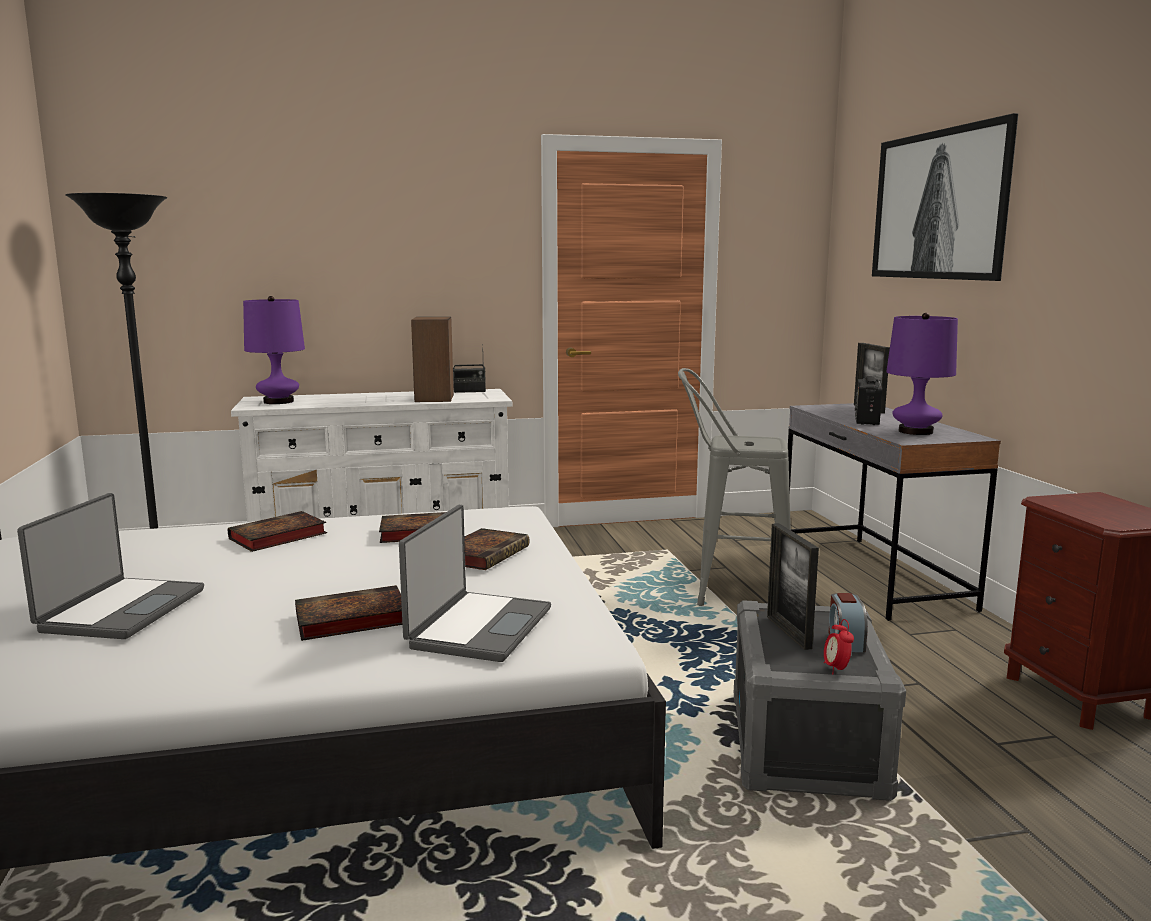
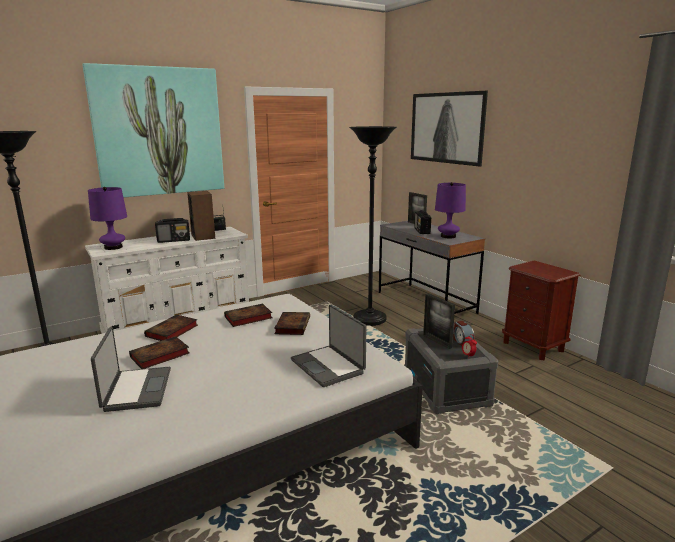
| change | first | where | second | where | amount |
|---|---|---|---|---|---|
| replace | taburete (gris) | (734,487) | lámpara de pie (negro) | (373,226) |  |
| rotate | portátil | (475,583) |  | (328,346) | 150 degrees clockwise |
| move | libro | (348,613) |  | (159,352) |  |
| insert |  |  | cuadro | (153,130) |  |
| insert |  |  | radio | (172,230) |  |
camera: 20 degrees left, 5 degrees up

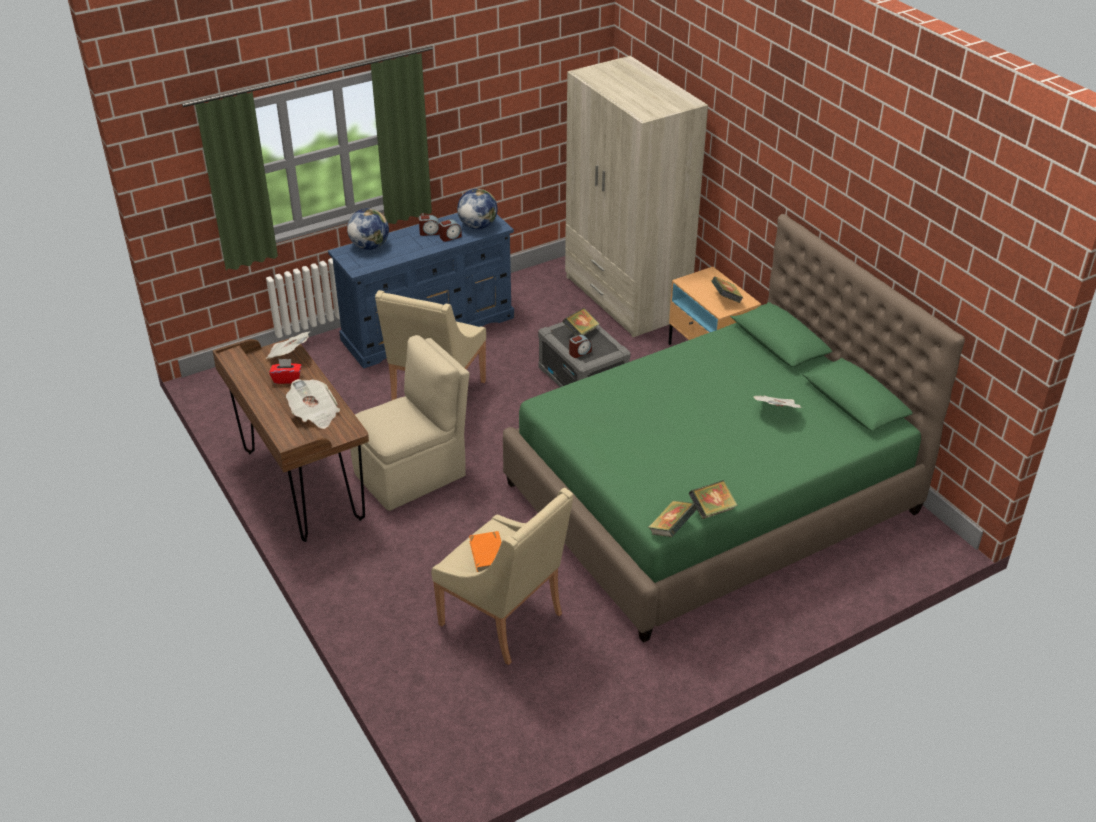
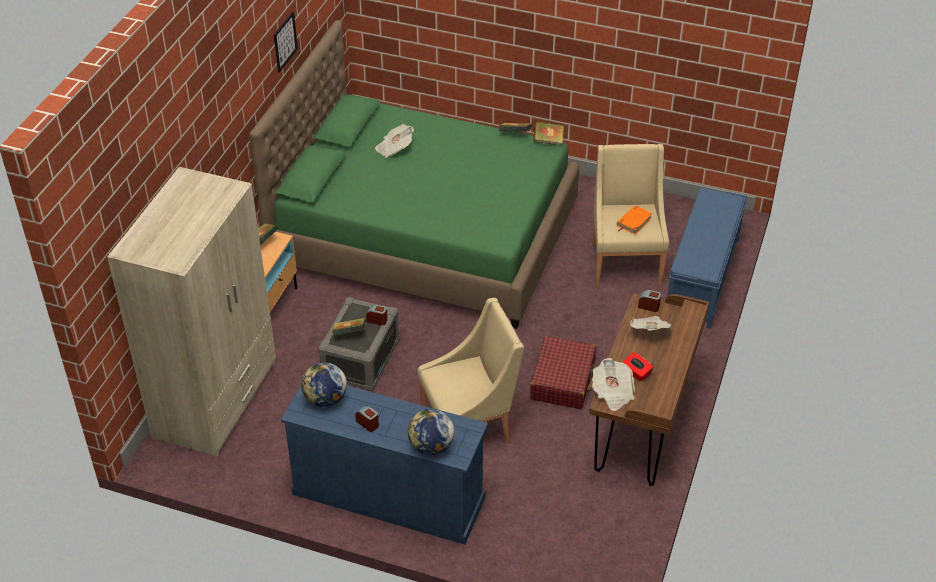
| change | first | where | second | where | amount |
|---|---|---|---|---|---|
| move | despertador | (450,230) |  | (649,301) |  |
| replace | silla (beis) | (410,423) | maleta (rojo) | (563,372) |  |
| insert |  |  | cuadro | (286,42) |  |
| insert |  |  | banco (azul) | (707,258) |  |
camera: 130 degrees left, 5 degrees up

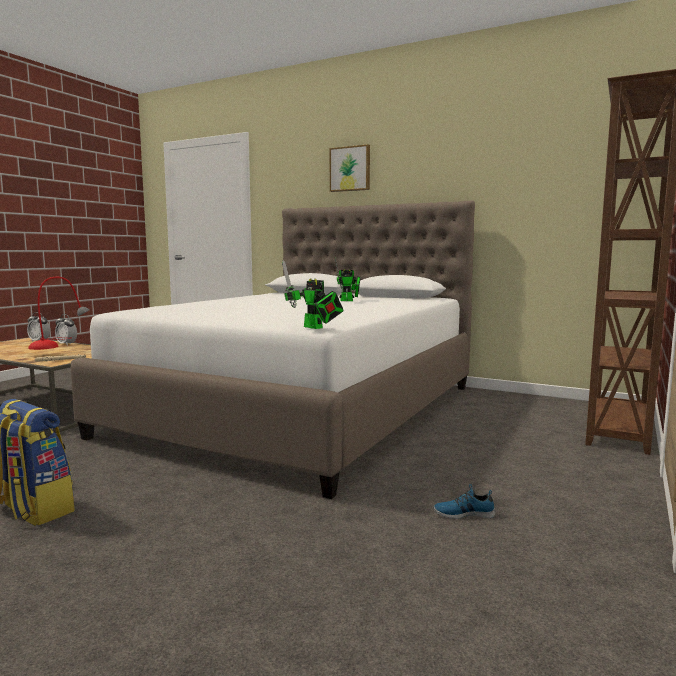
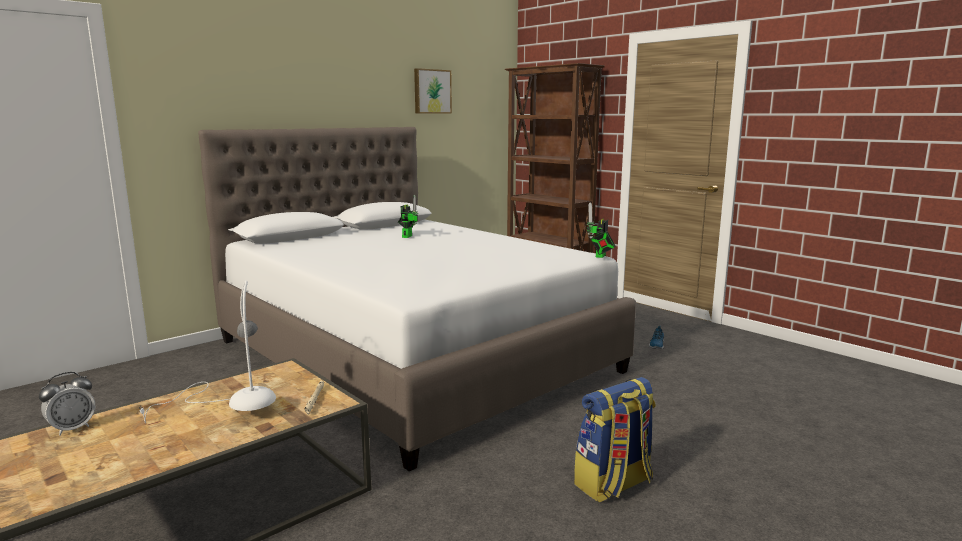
| change | first | where | second | where | amount |
|---|---|---|---|---|---|
| move | cuadro | (350,168) |  | (433,91) |  |
| rotate | robot de juguete | (313,294) |  | (600,230) | 135 degrees clockwise |
| recolor | lámpara de mesa (rojo) | (58,313) | lámpara de mesa (blanco) | (207,352) |  |
| delete | despertador | (66,330) |  |  |  |
camera: 70 degrees left, 5 degrees up

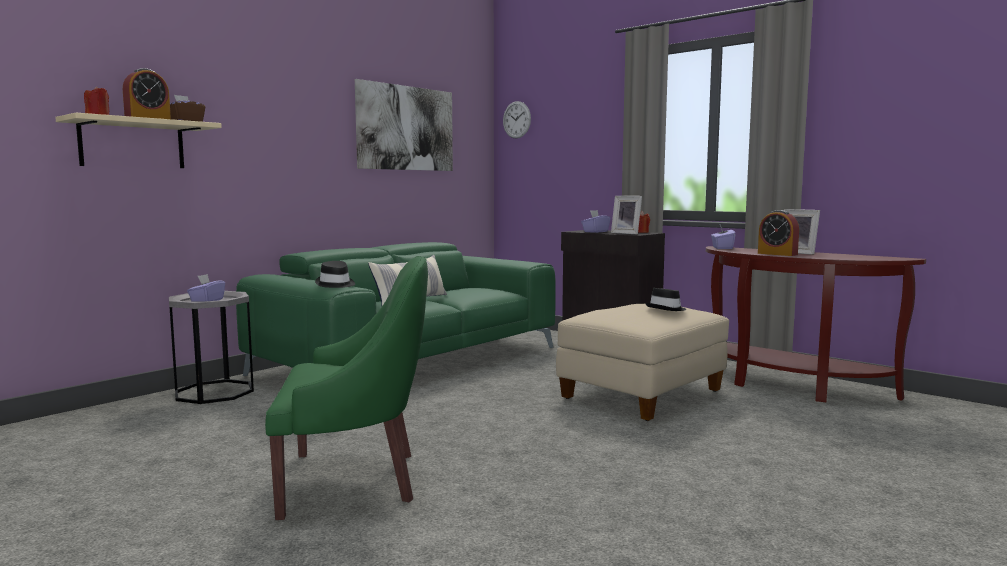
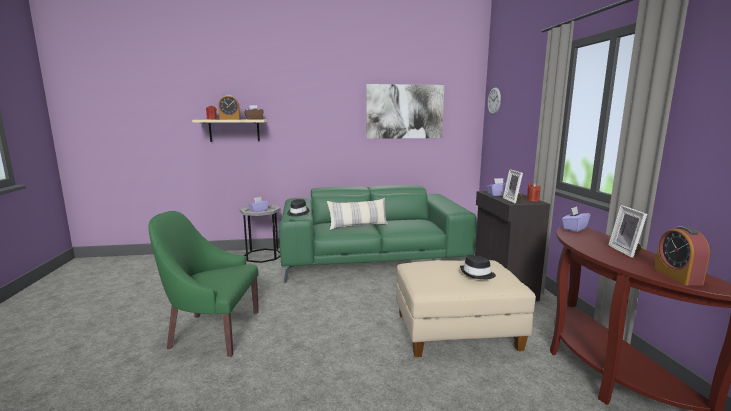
| change | first | where | second | where | amount |
|---|---|---|---|---|---|
| move | despertador | (778,233) |  | (682,256) |  |
| rotate | sillón (verde) | (346,388) |  | (203,284) | 150 degrees clockwise |
camera: 40 degrees right, 5 degrees up

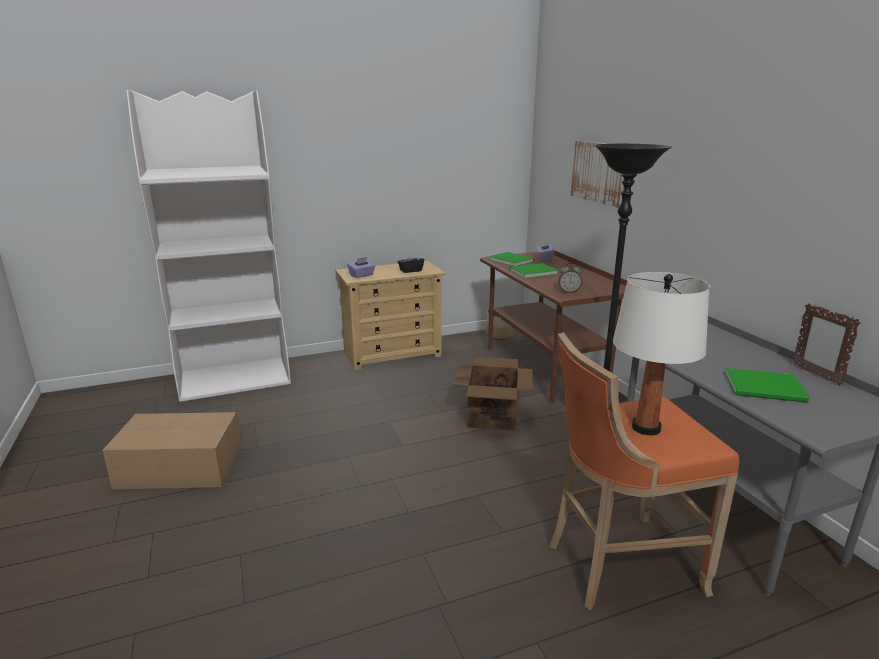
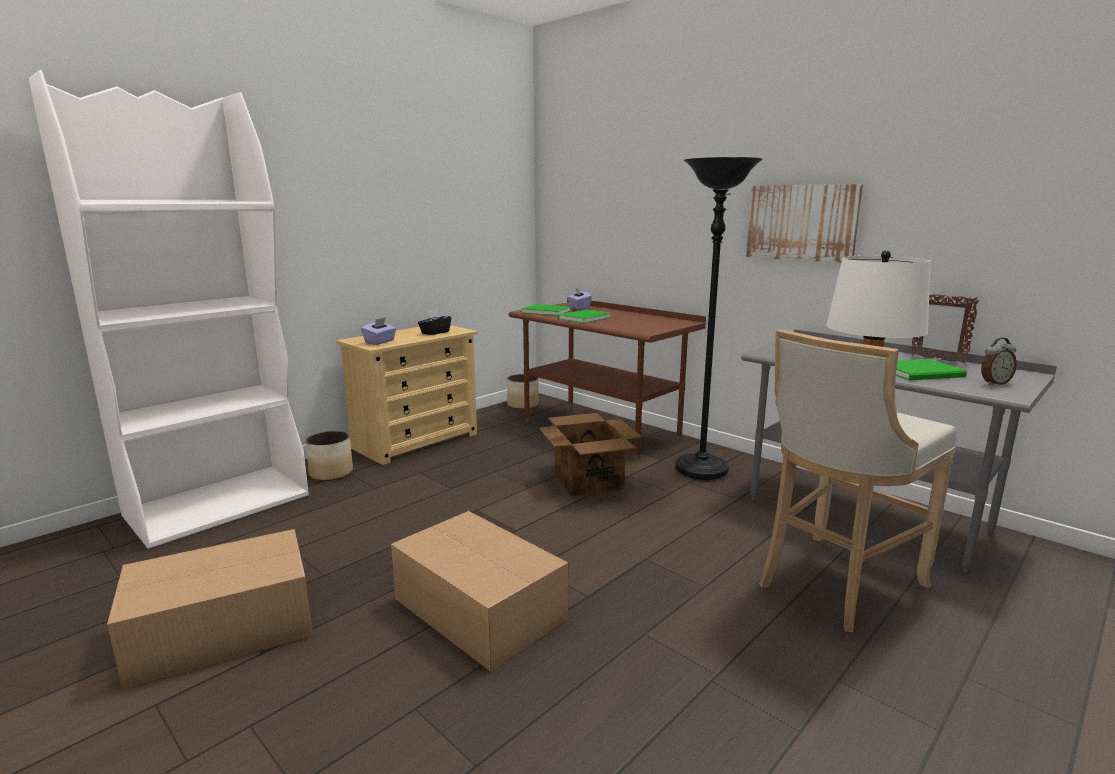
| change | first | where | second | where | amount |
|---|---|---|---|---|---|
| move | cuadro | (597,174) |  | (804,223) |  |
| move | despertador | (570,278) |  | (999,361) |  |
| recolor | taburete (naranja) | (644,471) | taburete (beis) | (857,480) |  |
| insert |  |  | maceta | (329,456) |  |
| insert |  |  | caja de cartón | (479,591) |  |
camera: 25 degrees left, 5 degrees down

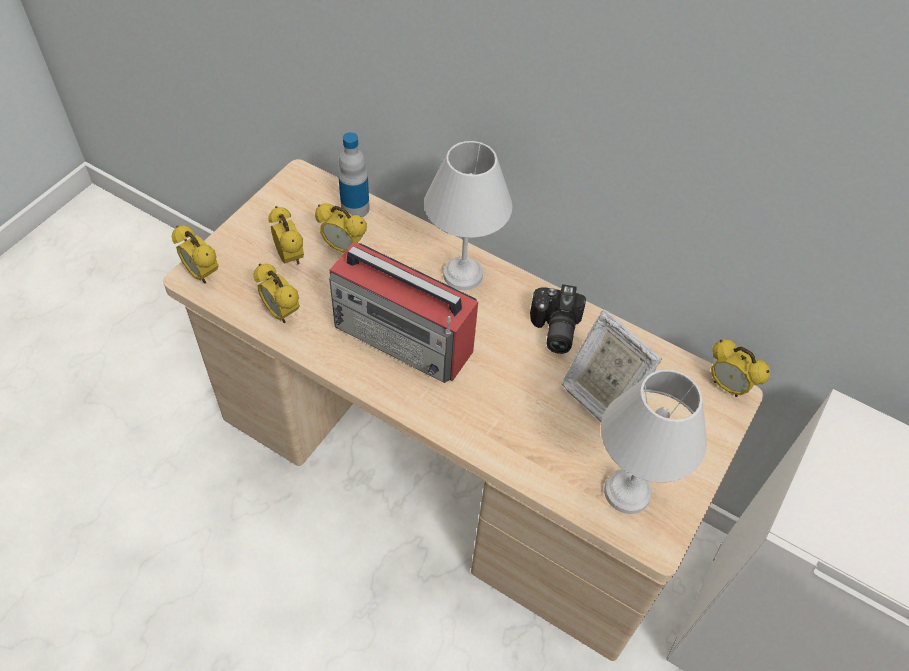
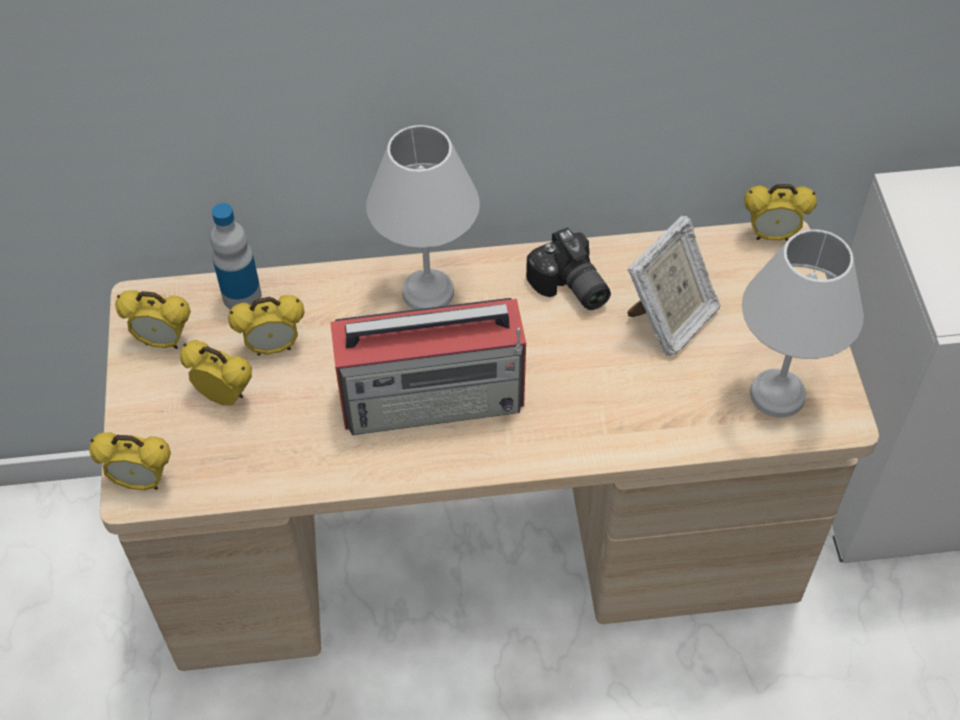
| change | first | where | second | where | amount |
|---|---|---|---|---|---|
| move | despertador | (277,293) |  | (153,319) |  |
| rotate | portarretratos | (612,365) |  | (674,285) | 60 degrees counterclockwise |
camera: 35 degrees left, 0 degrees up

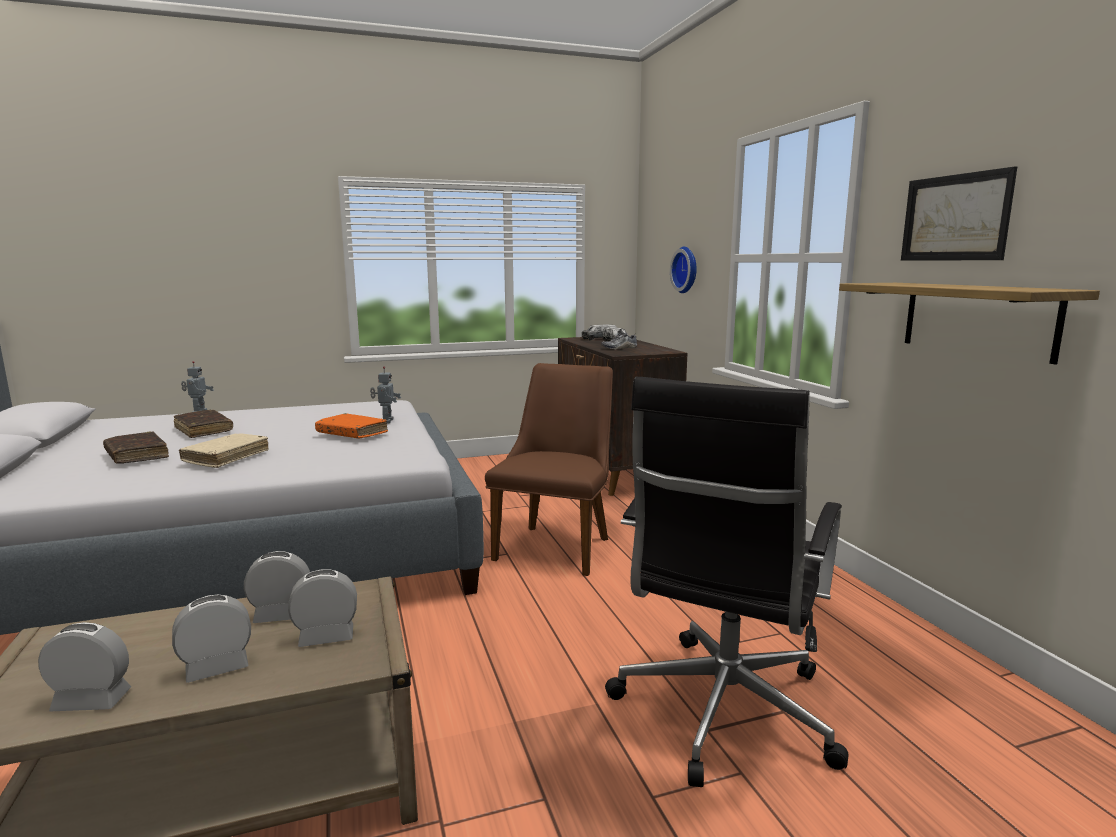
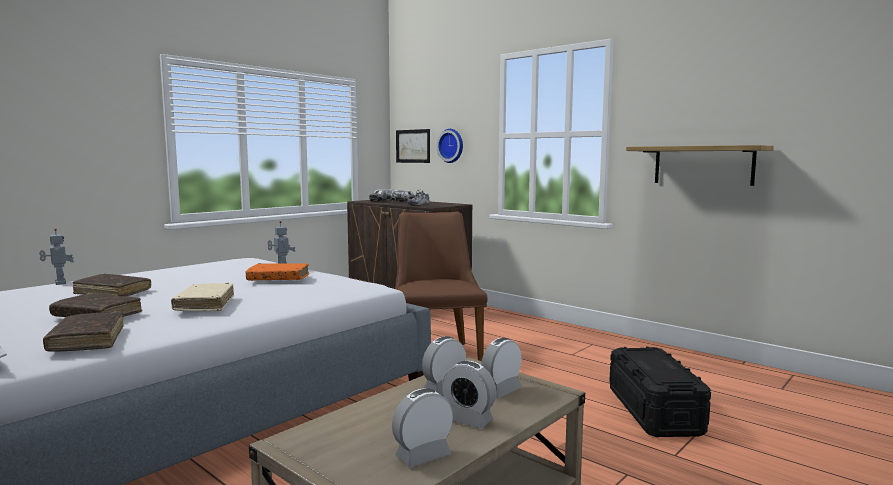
| change | first | where | second | where | amount |
|---|---|---|---|---|---|
| move | cuadro | (959,213) |  | (413,146) |  |
| replace | silla de oficina (negro) | (726,581) | caja de almacenaje (negro) | (660,391) |  |
| rotate | despertador | (211,639) |  | (469,394) | 90 degrees counterclockwise |
| insert |  |  | libro (marrón) | (83,331) |  |
camera: 30 degrees left, 5 degrees down

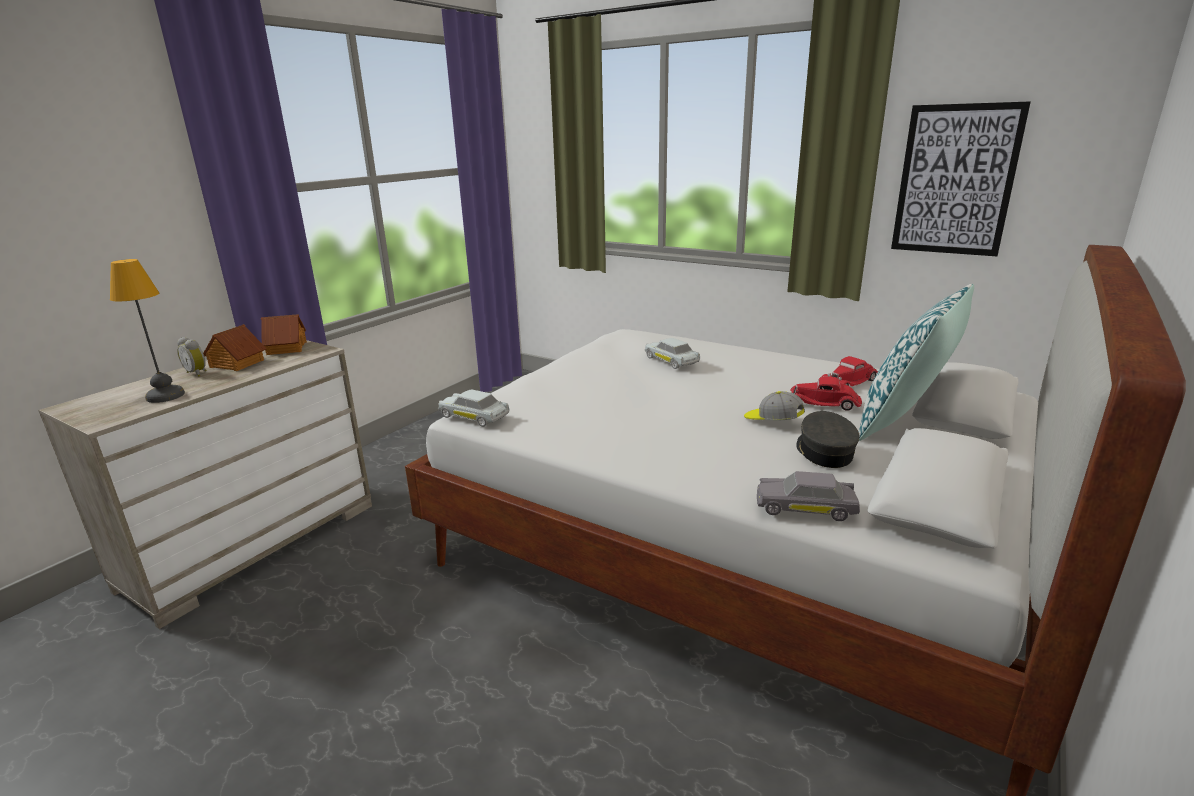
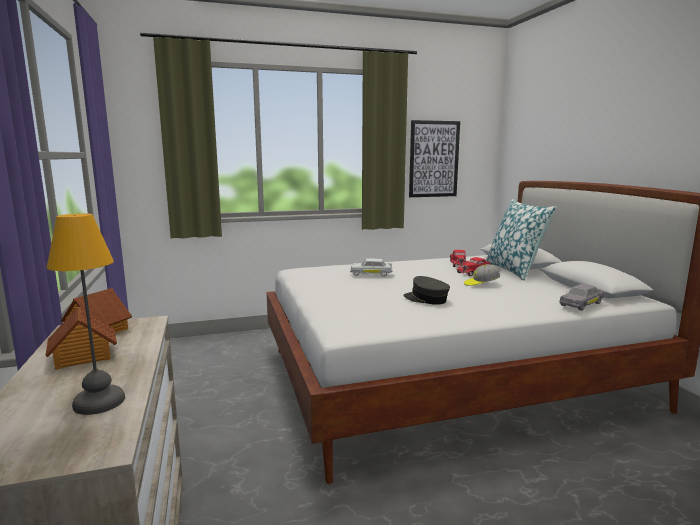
| change | first | where | second | where | amount |
|---|---|---|---|---|---|
| delete | despertador | (192,357) |  |  |  |
| delete | coche de juguete (blanco) | (473,408) |  |  |  |
| move | gorra (gris) | (828,439) |  | (426,290) |  |
camera: 50 degrees left, 10 degrees down

